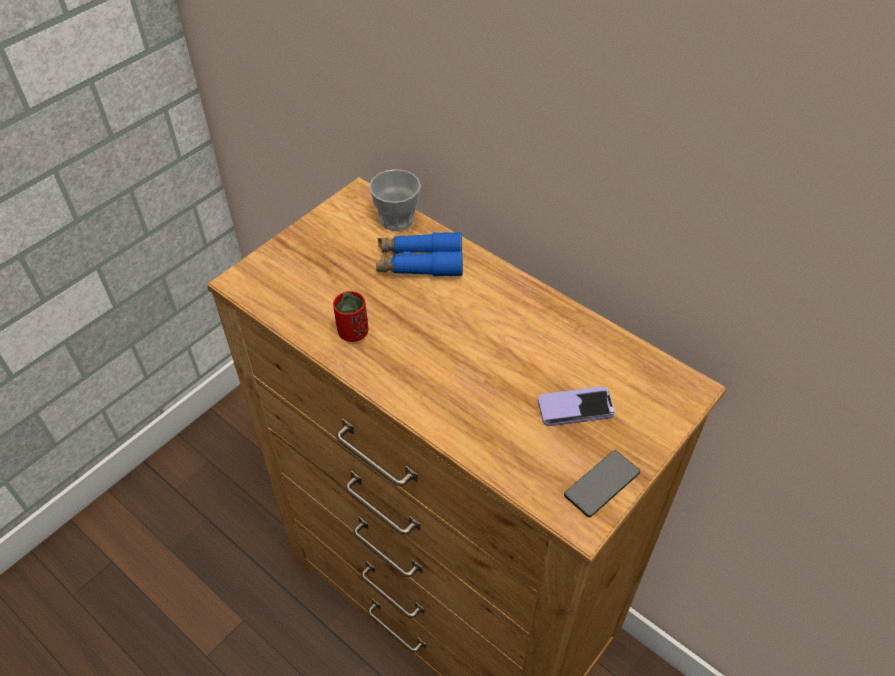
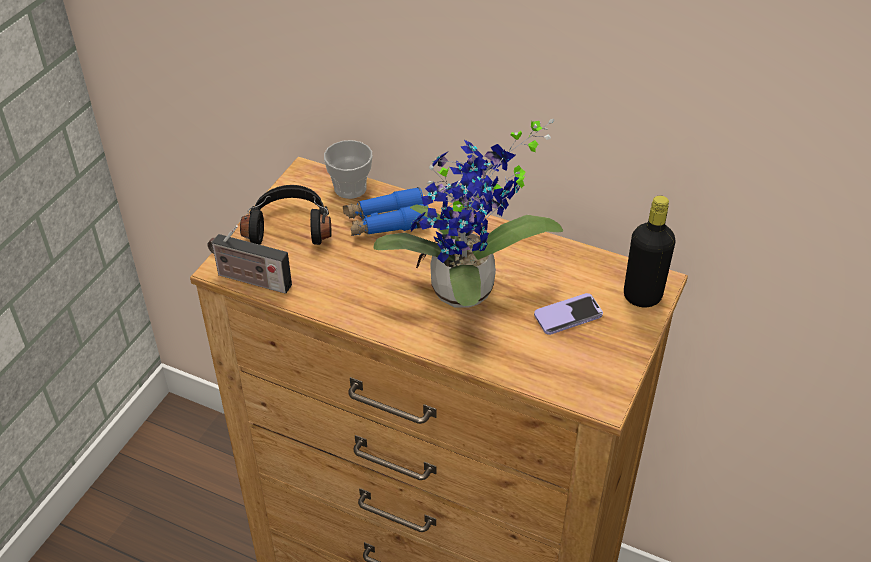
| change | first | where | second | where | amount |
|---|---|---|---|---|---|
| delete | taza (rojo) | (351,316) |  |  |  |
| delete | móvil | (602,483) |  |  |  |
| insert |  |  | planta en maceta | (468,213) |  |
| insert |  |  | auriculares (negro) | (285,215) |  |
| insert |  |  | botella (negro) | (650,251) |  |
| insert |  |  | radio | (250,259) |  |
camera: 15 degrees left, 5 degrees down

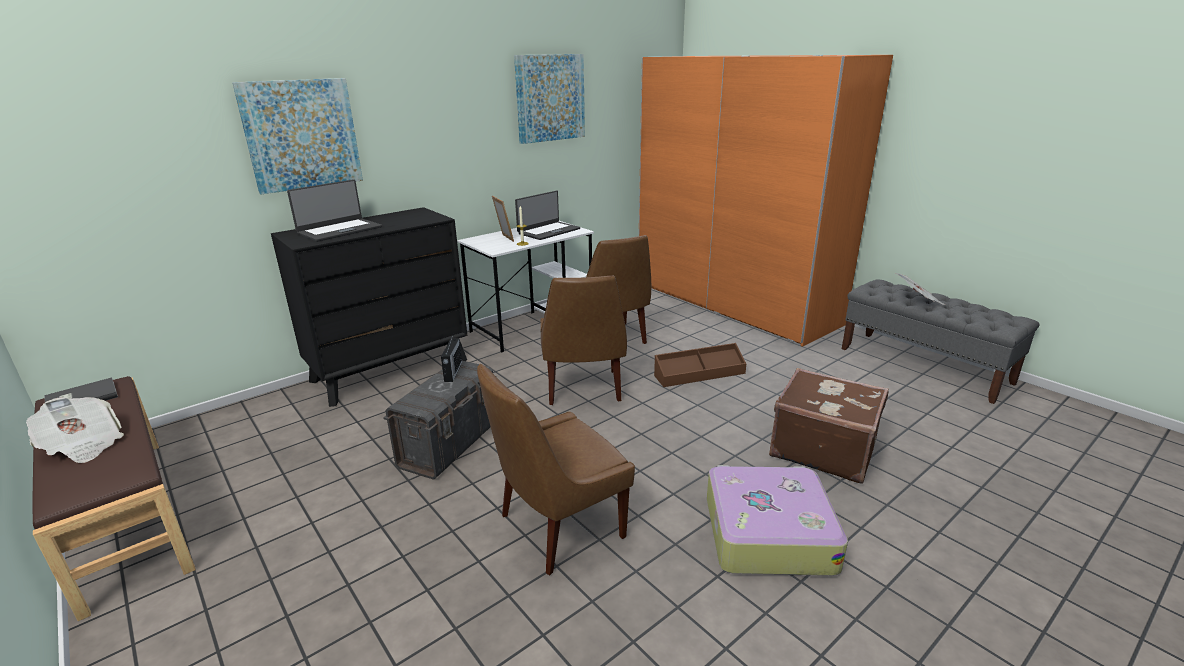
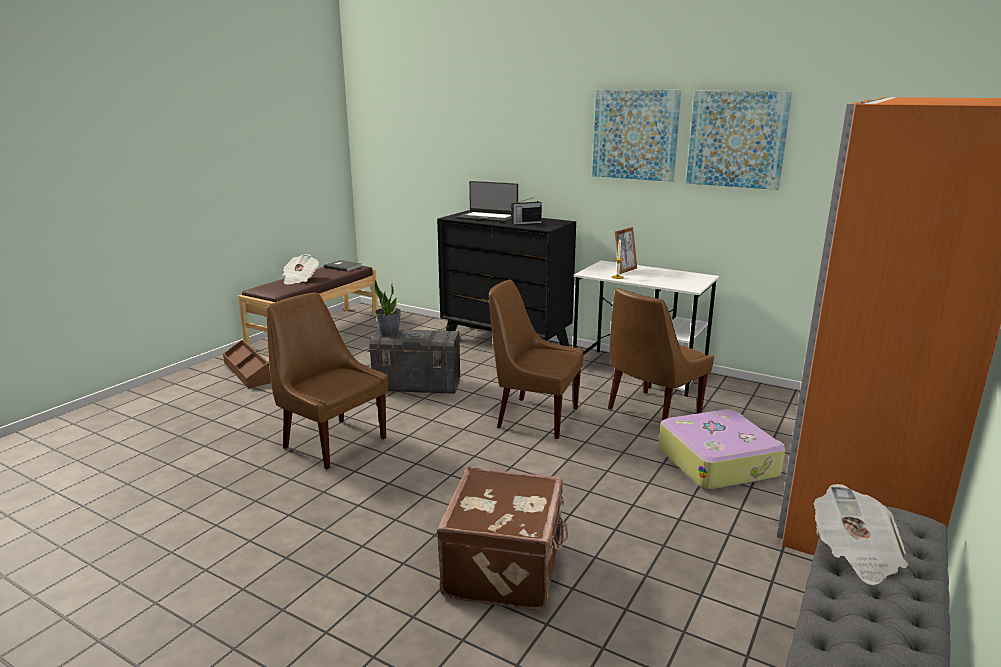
| change | first | where | second | where | amount |
|---|---|---|---|---|---|
| move | cuadro | (297,136) |  | (636,136) |  |
| delete | portátil | (547,215) |  |  |  |
| rotate | silla (marrón) | (583,340) |  | (536,359) | 45 degrees clockwise |
| move | radio | (451,359) |  | (526,211) |  |
| move | caja de almacenaje (marrón) | (700,365) |  | (247,364) |  |
| move | maleta | (777,520) |  | (722,449) |  |
| insert |  |  | planta en maceta | (387,308) |  |
camera: 70 degrees right, 5 degrees down

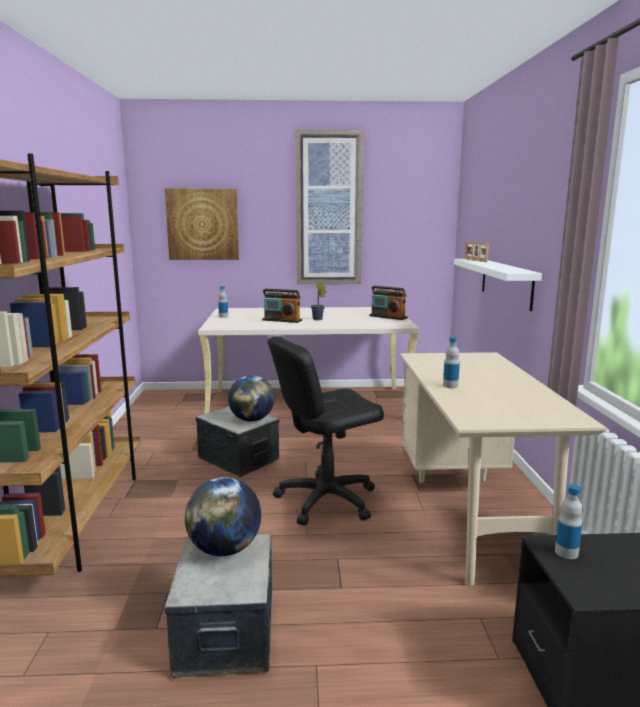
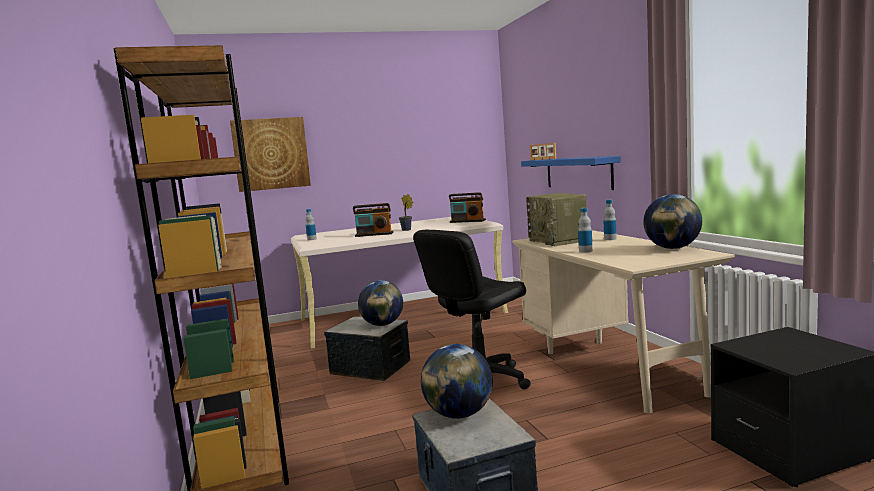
| change | first | where | second | where | amount |
|---|---|---|---|---|---|
| delete | cuadro | (329,207) |  |  |  |
| recolor | estante (blanco) | (498,285) | estante (azul) | (571,173) |  |
| move | botella | (569,521) |  | (610,220) |  |
| insert |  |  | radio | (556,219) |  |
| insert |  |  | globo terráqueo | (672,221) |  |
camera: 15 degrees left, 5 degrees down

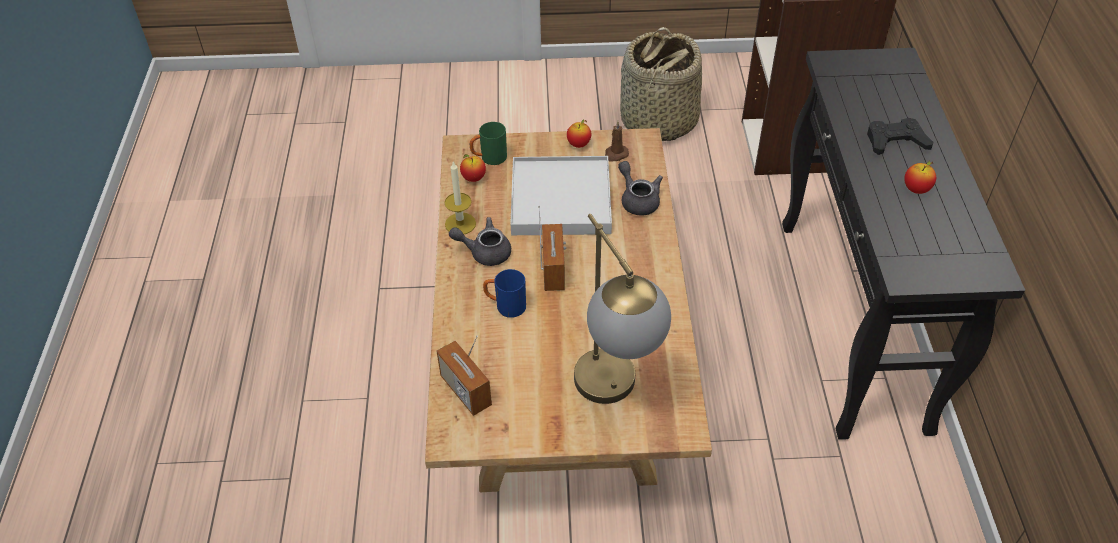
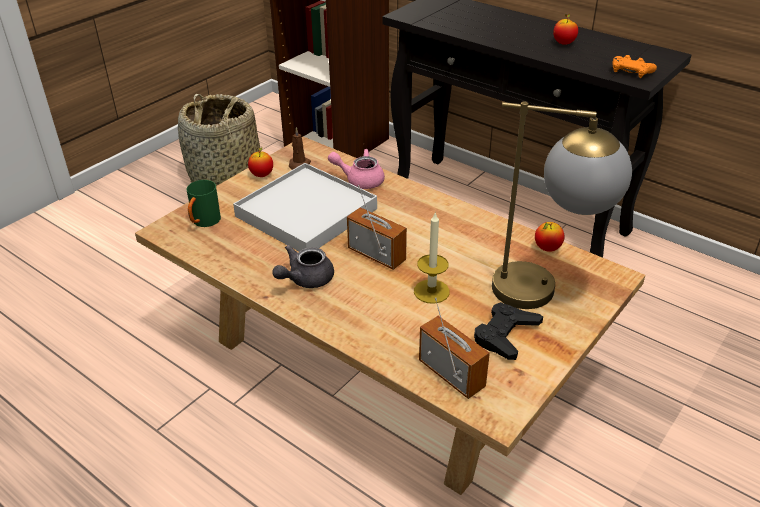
| change | first | where | second | where | amount |
|---|---|---|---|---|---|
| move | mando de consola (negro) | (900,136) |  | (508,331) |  |
| move | manzana | (473,168) |  | (549,237) |  |
| recolor | tetera (gris) | (640,188) | tetera (rosa) | (356,169) |  |
| move | vela | (460,198) |  | (432,258) |  |
| delete | taza grande (azul) | (504,293) |  |  |  |
| rotate | radio | (464,376) |  | (454,348) | 135 degrees counterclockwise |
| insert |  |  | mando de consola (naranja) | (634,66) |  |
camera: 50 degrees left, 10 degrees down

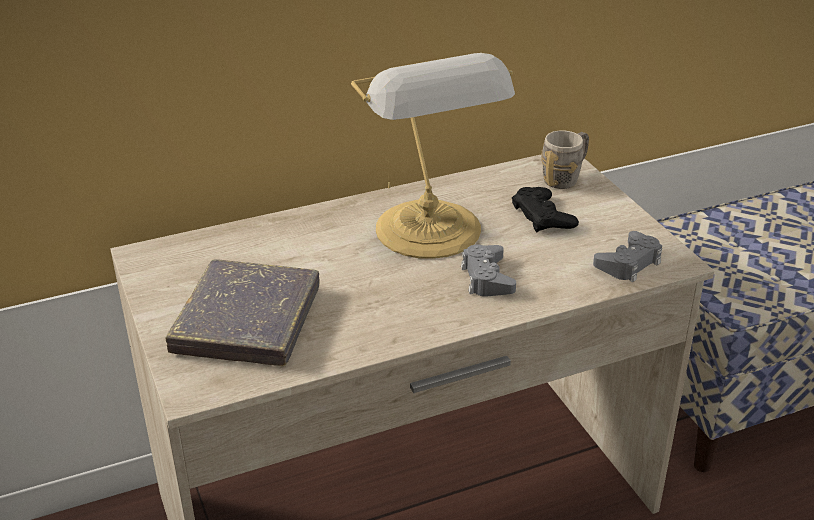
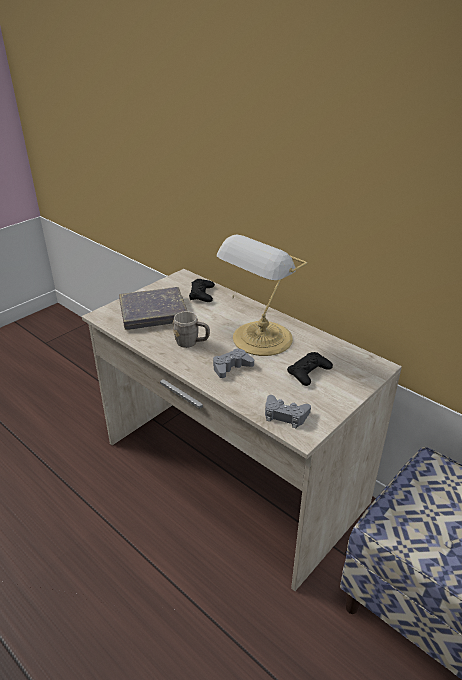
| change | first | where | second | where | amount |
|---|---|---|---|---|---|
| move | taza grande (gris) | (565,159) |  | (191,329) |  |
| insert |  |  | mando de consola (negro) | (202,290) |  |
camera: 65 degrees right, 0 degrees up

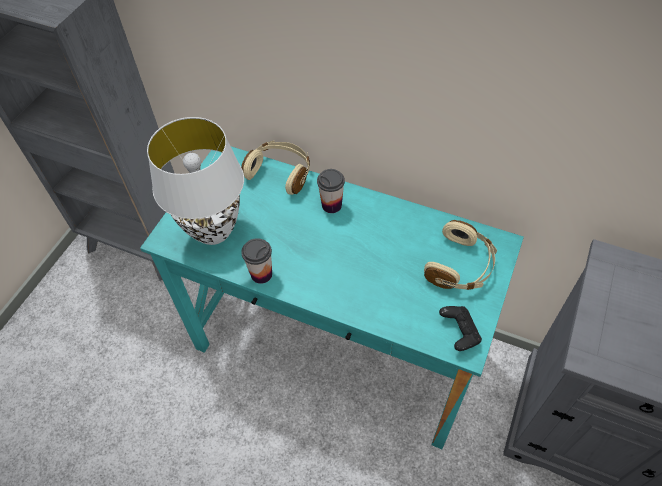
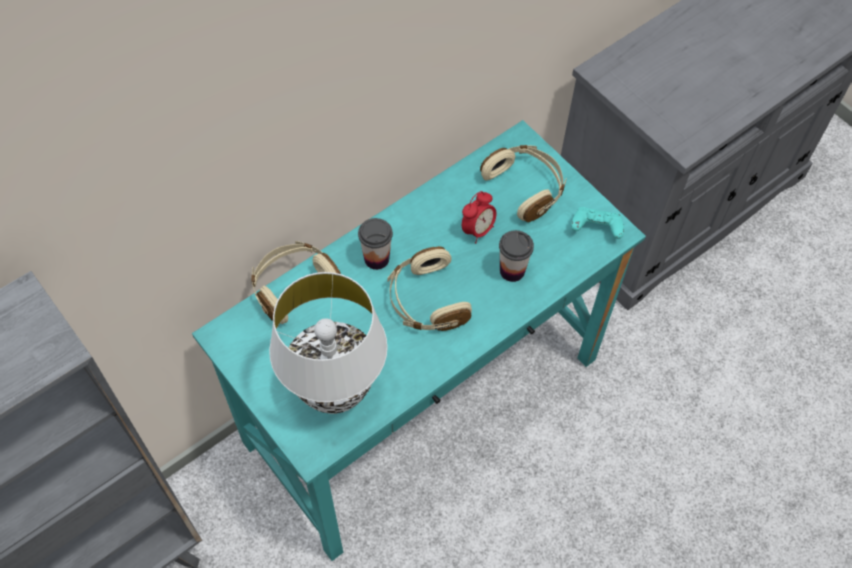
| change | first | where | second | where | amount |
|---|---|---|---|---|---|
| move | taza | (256,261) |  | (516,256) |  |
| recolor | mando de consola (negro) | (460,328) | mando de consola (turquesa) | (597,223) |  |
| insert |  |  | despertador | (479,217) |  |
| insert |  |  | auriculares (beis) | (429,288) |  |
camera: 65 degrees left, 5 degrees up

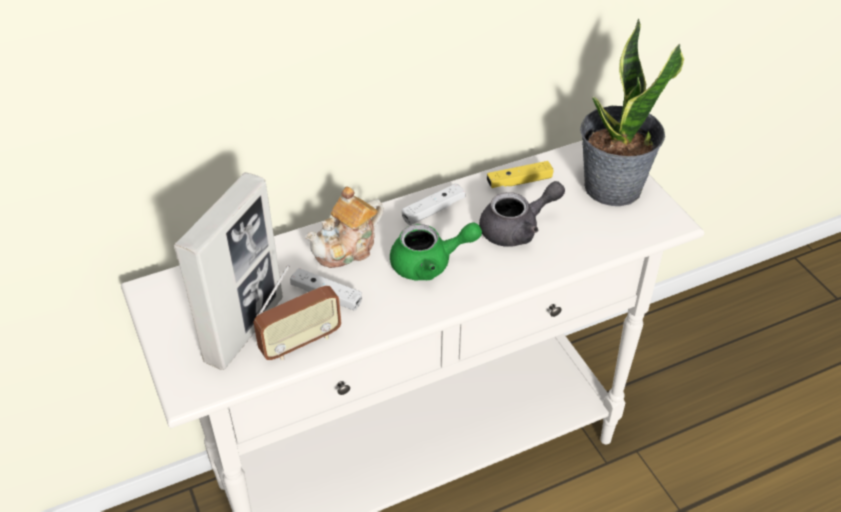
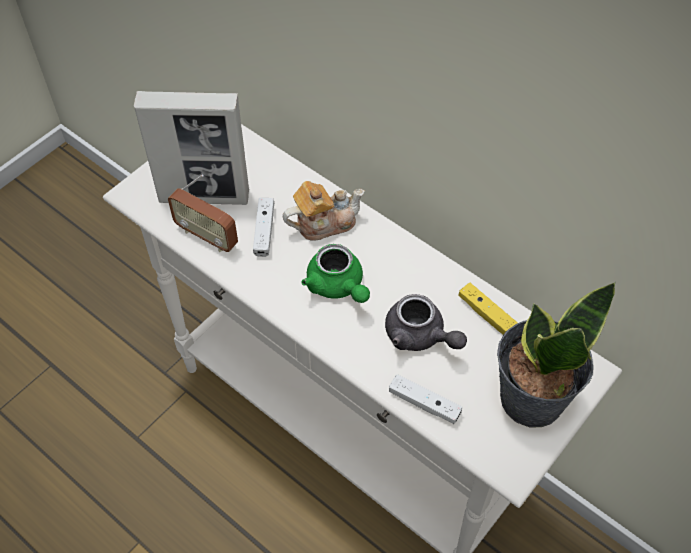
| change | first | where | second | where | amount |
|---|---|---|---|---|---|
| move | mando de consola (blanco) | (433,204) |  | (425,399) |  |
| rotate | tetera | (344,227) |  | (323,211) | 135 degrees clockwise |
camera: 65 degrees right, 10 degrees up

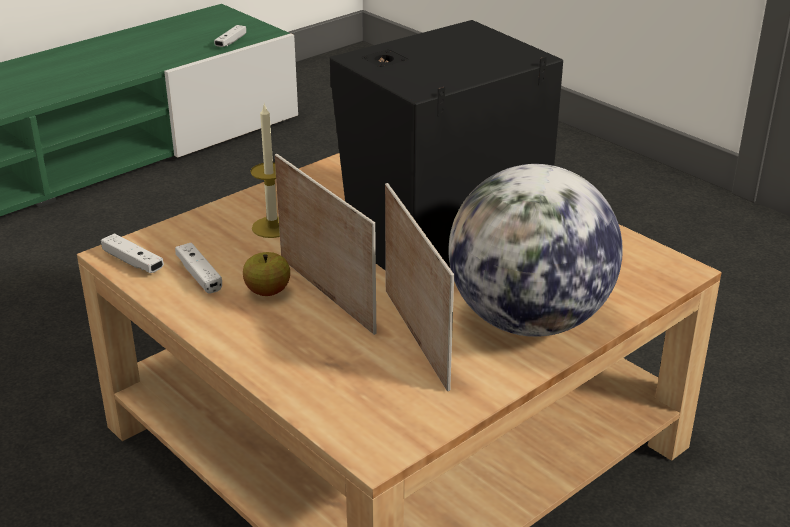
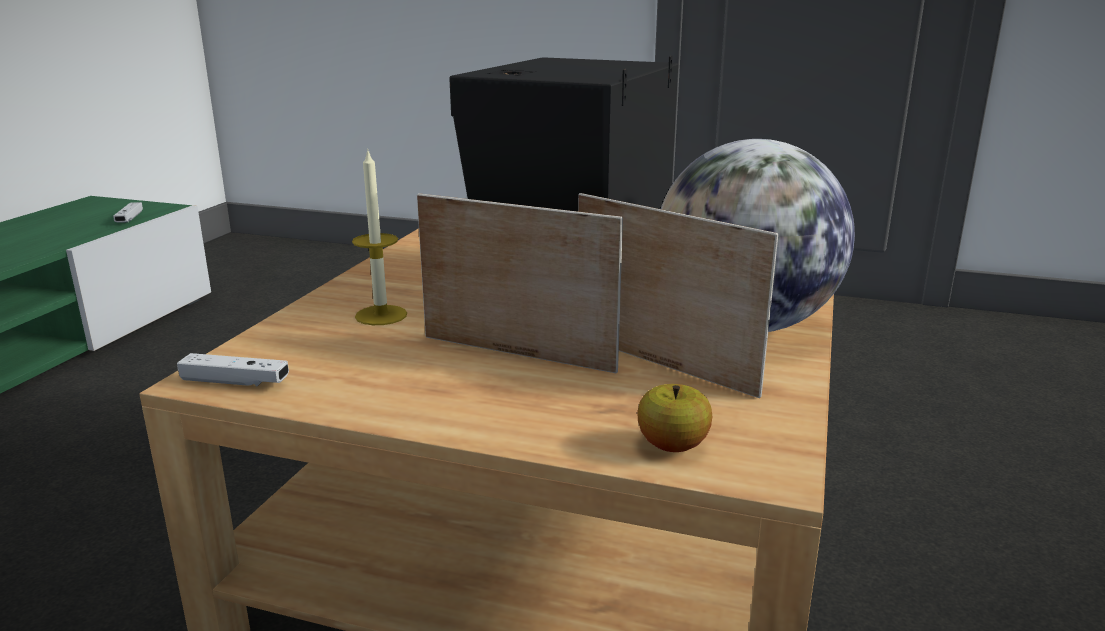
| change | first | where | second | where | amount |
|---|---|---|---|---|---|
| delete | mando de consola (blanco) | (198,268) |  |  |  |
| move | manzana | (266,274) |  | (674,418) |  |
camera: 30 degrees left, 10 degrees down

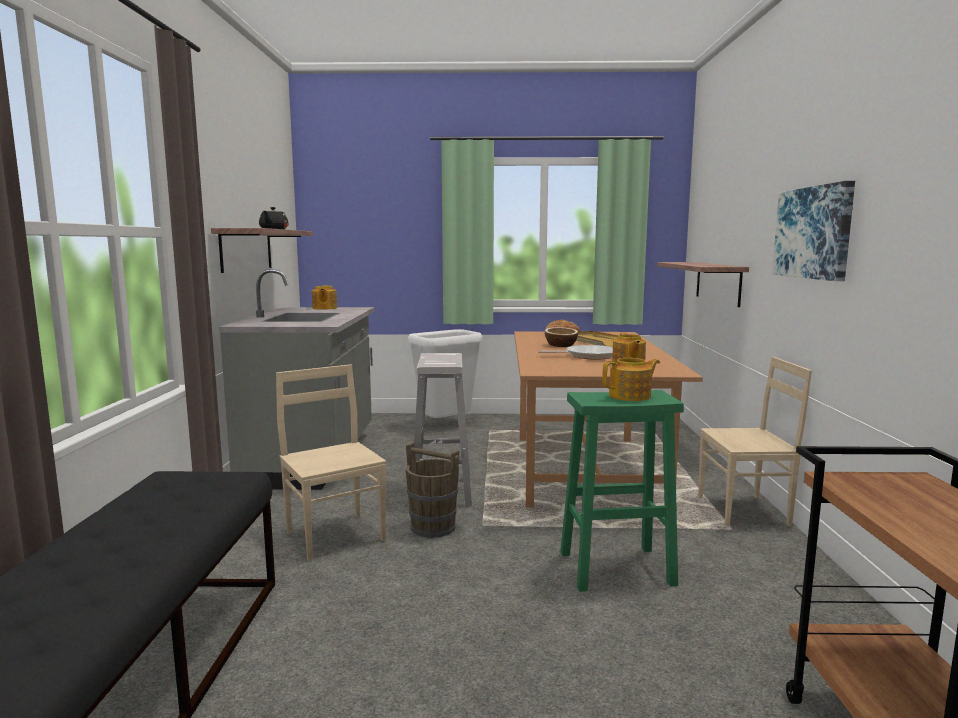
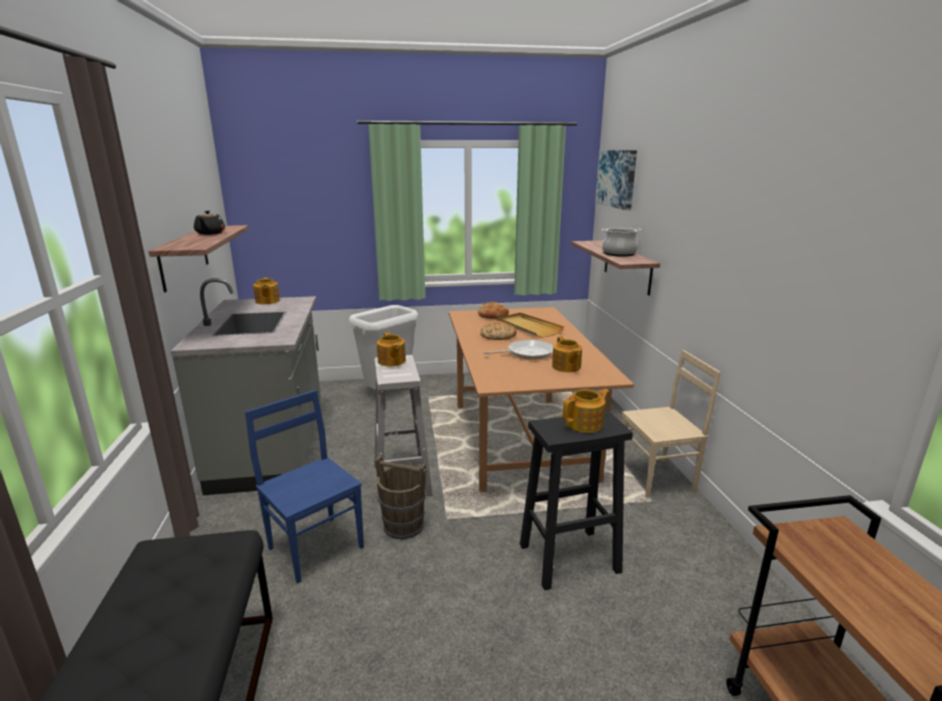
| change | first | where | second | where | amount |
|---|---|---|---|---|---|
| move | cuadro | (813,231) |  | (616,180) |  |
| replace | cuenco | (561,337) | pan | (498,330) |  |
| recolor | silla (beis) | (331,462) | silla (azul) | (304,486) |  |
| recolor | taburete (verde) | (622,491) | taburete (negro) | (576,500) |  |
| insert |  |  | olla | (622,242) |  |
| insert |  |  | tetera | (391,349) |  |
camera: 10 degrees left, 10 degrees up

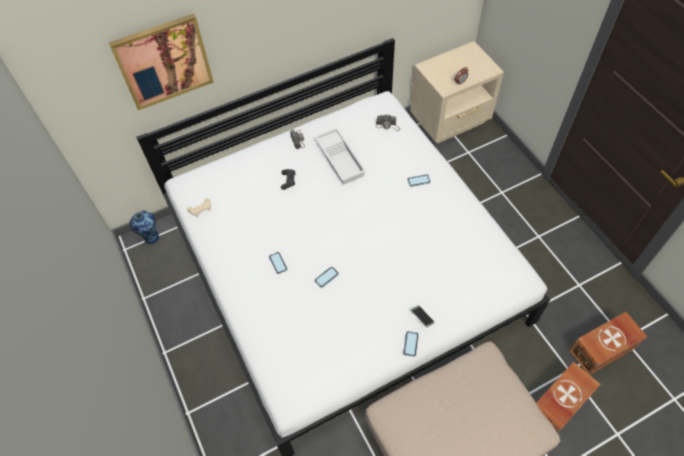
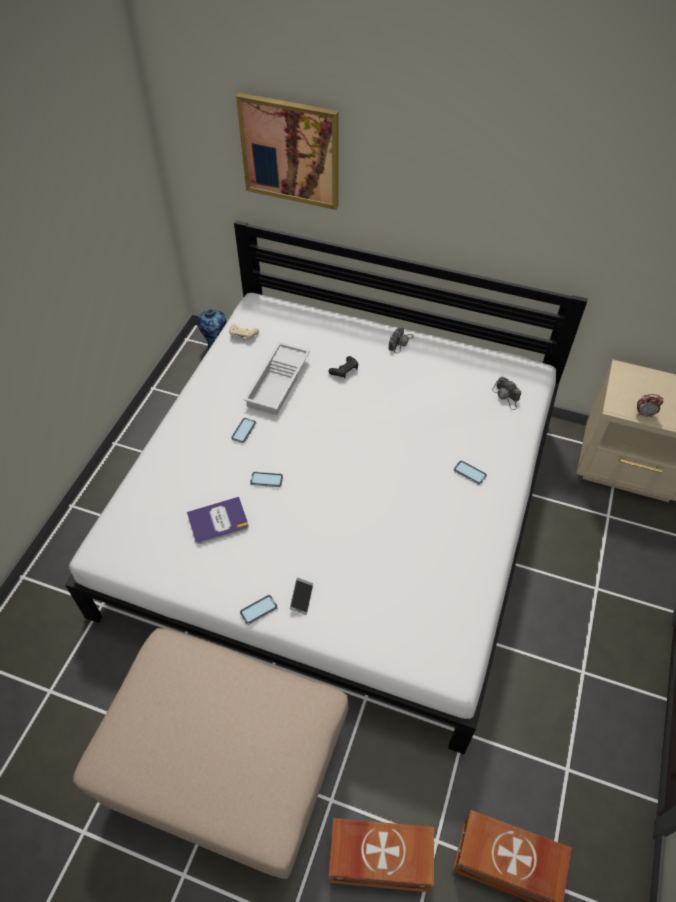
| change | first | where | second | where | amount |
|---|---|---|---|---|---|
| move | bandeja (blanco) | (340,156) |  | (277,378) |  |
| insert |  |  | libro | (218,520) |  |
camera: 45 degrees right, 5 degrees down

